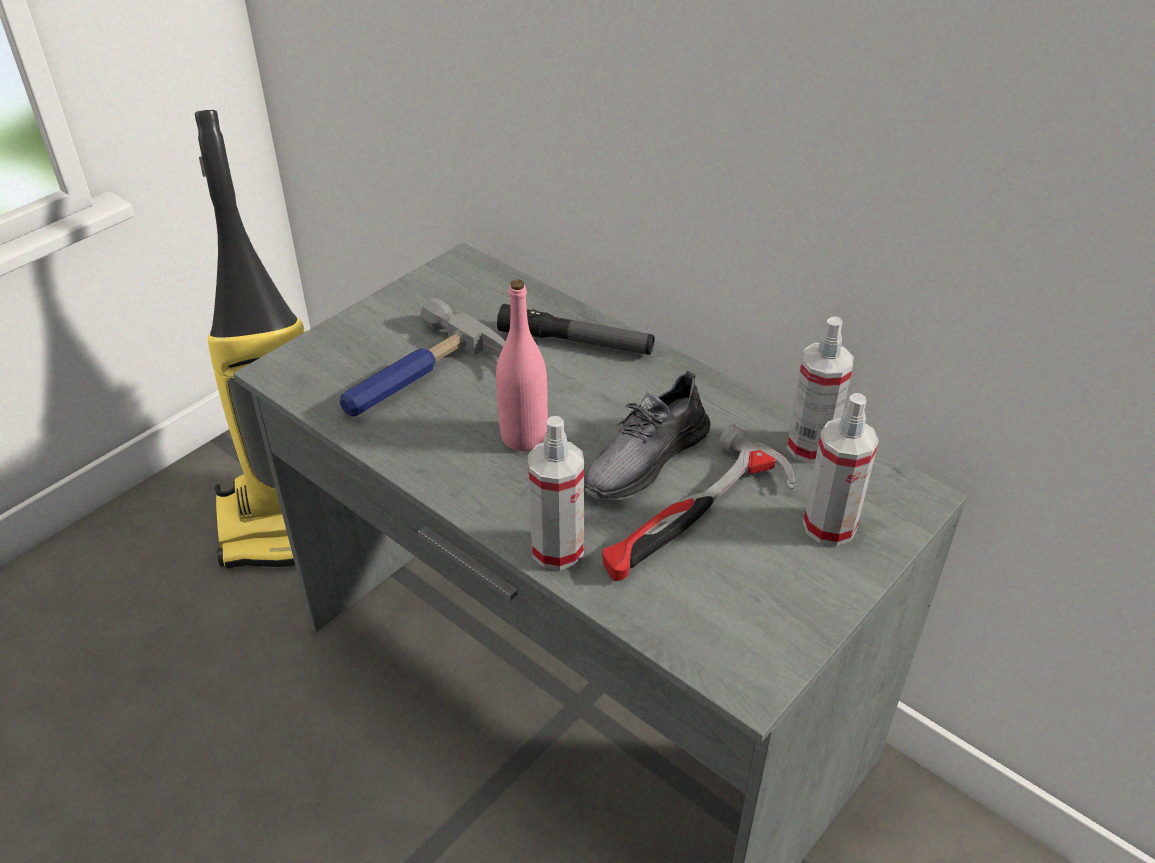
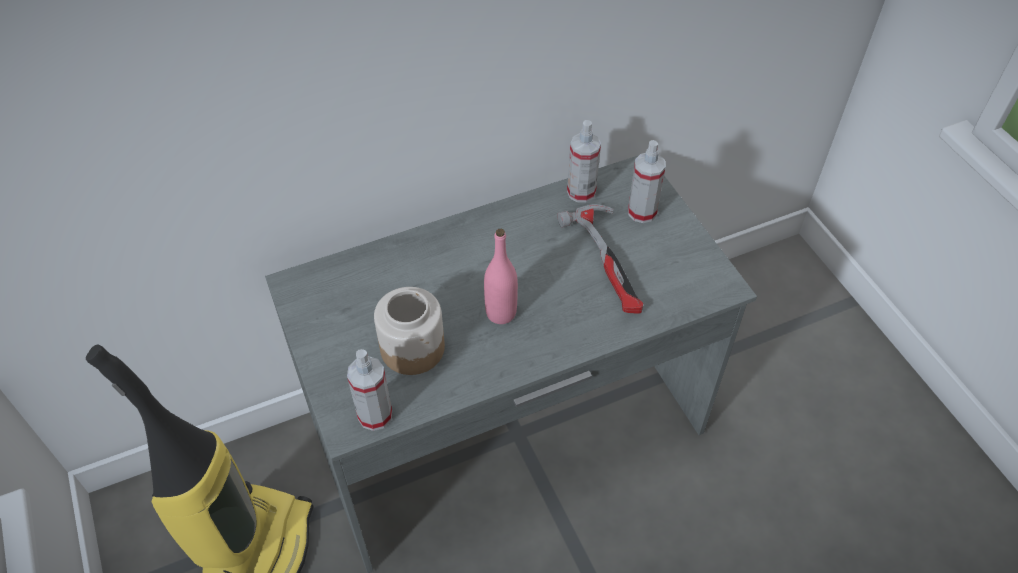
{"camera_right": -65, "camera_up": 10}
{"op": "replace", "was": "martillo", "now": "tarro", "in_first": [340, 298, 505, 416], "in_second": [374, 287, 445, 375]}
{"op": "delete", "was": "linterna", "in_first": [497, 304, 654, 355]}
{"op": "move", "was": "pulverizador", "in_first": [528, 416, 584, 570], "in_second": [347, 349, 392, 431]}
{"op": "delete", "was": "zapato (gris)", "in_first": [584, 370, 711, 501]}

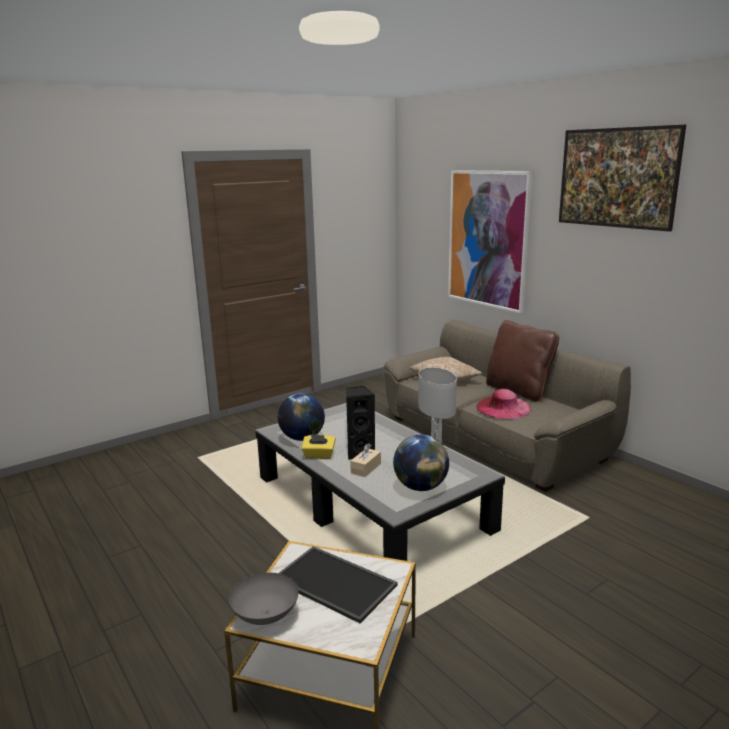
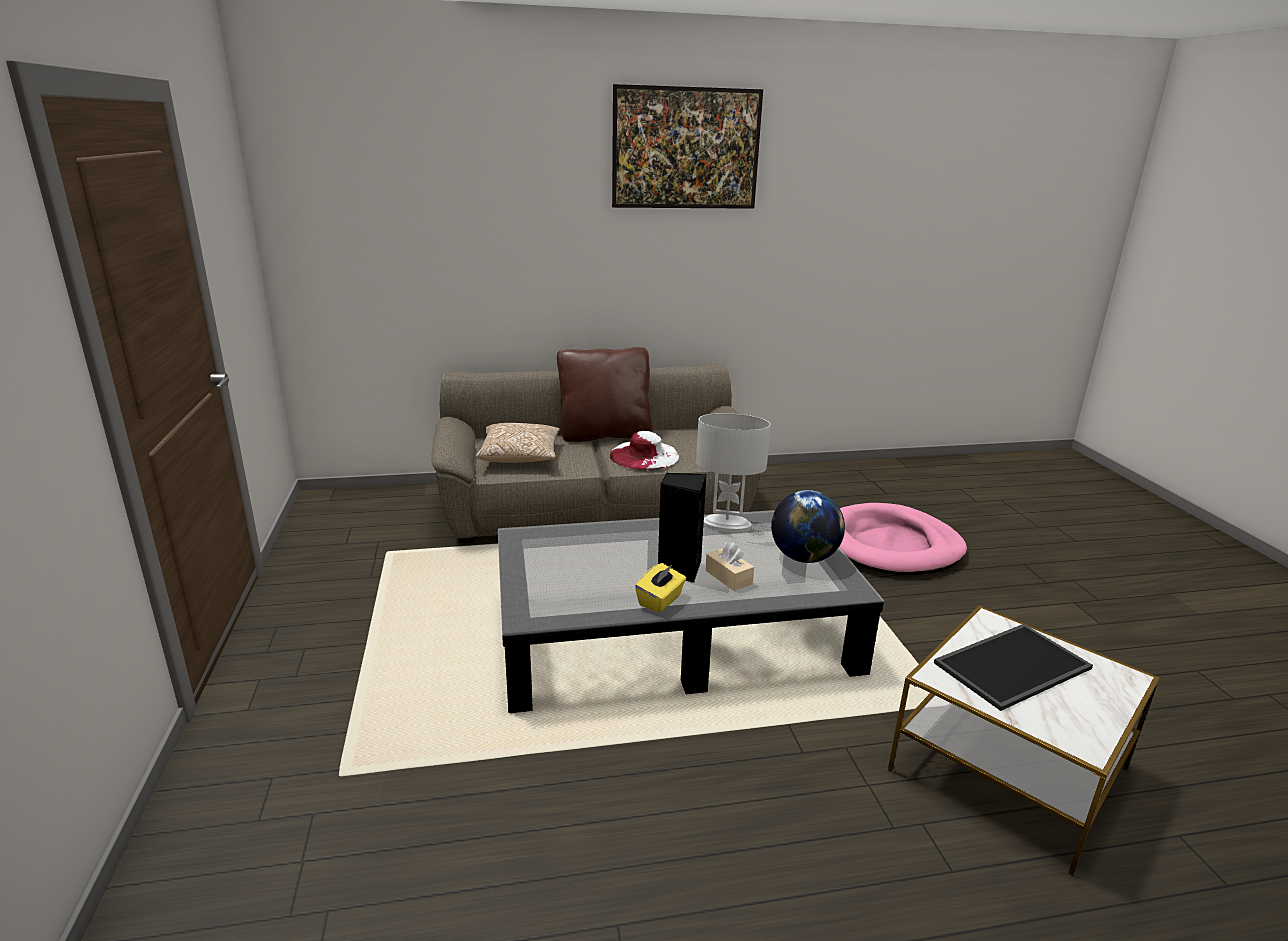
{"camera_right": -65, "camera_up": 5}
{"op": "delete", "was": "cuenco (gris)", "in_first": [229, 573, 299, 625]}
{"op": "delete", "was": "globo terráqueo", "in_first": [278, 393, 325, 441]}
{"op": "delete", "was": "cuadro", "in_first": [448, 170, 532, 313]}
{"op": "recolor", "was": "sombrero (rosa)", "now": "sombrero (blanco)", "in_first": [476, 389, 531, 419], "in_second": [610, 431, 679, 470]}
{"op": "insert", "now": "cama para perro (rosa)", "in_second": [839, 503, 967, 575]}

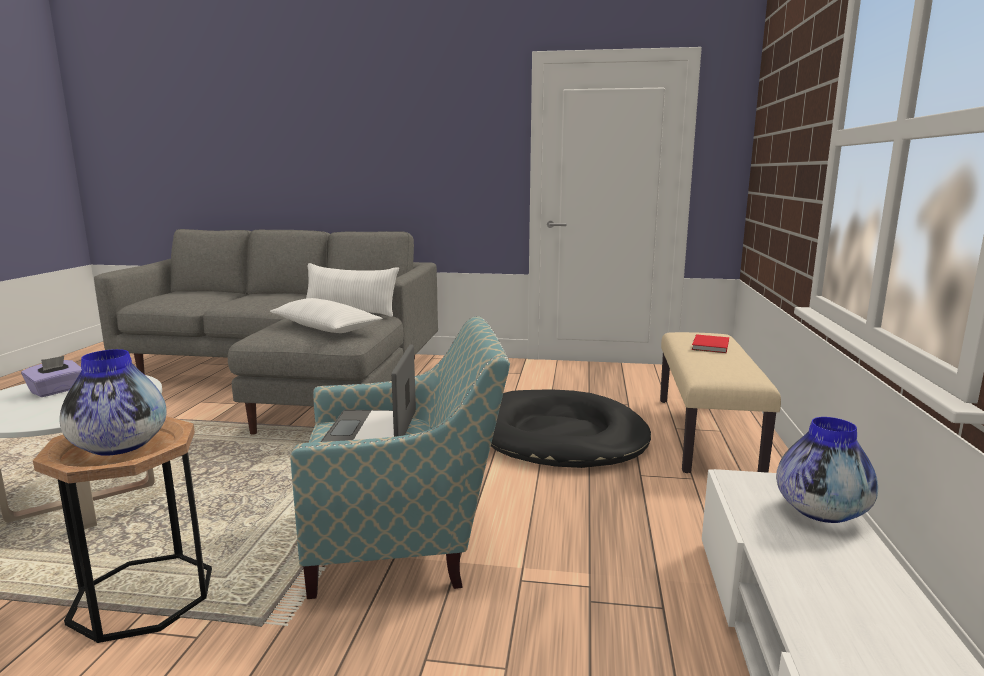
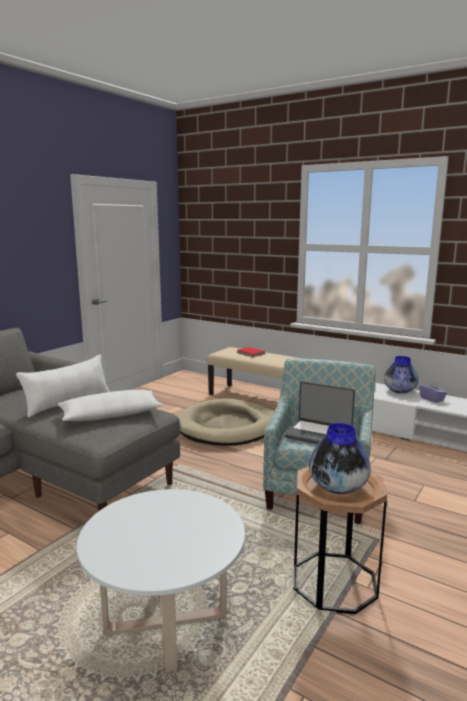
{"camera_right": -65, "camera_up": 0}
{"op": "move", "was": "caja de pañuelos (morado)", "in_first": [21, 356, 82, 397], "in_second": [419, 381, 447, 403]}
{"op": "recolor", "was": "cama para perro (negro)", "now": "cama para perro (beis)", "in_first": [491, 389, 651, 468], "in_second": [176, 398, 274, 446]}

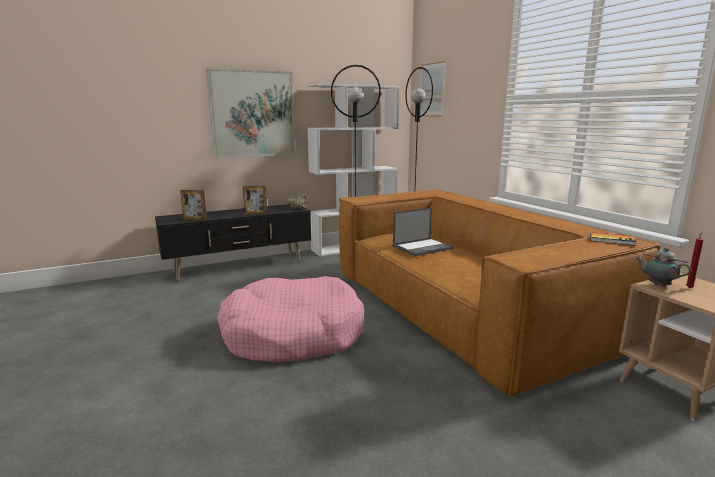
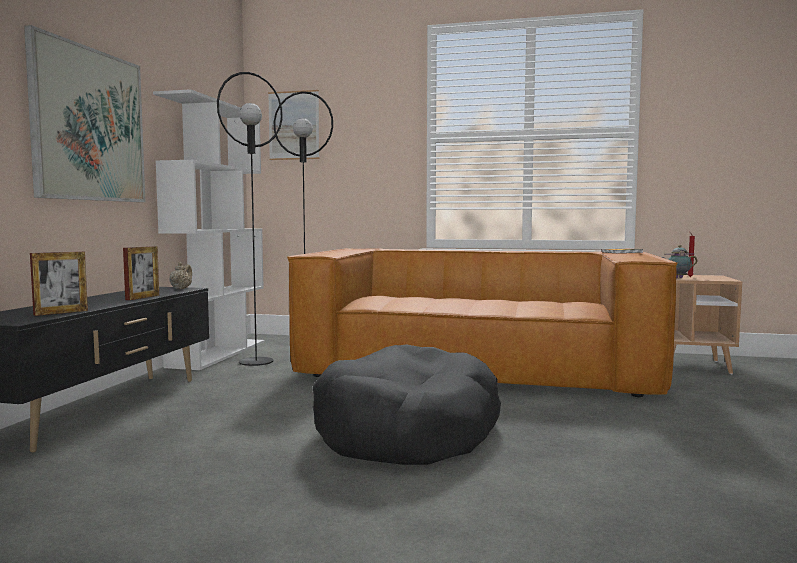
{"camera_right": -50, "camera_up": -10}
{"op": "recolor", "was": "cama para perro (rosa)", "now": "cama para perro (negro)", "in_first": [217, 276, 364, 363], "in_second": [313, 344, 501, 465]}
{"op": "delete", "was": "portátil", "in_first": [393, 207, 454, 256]}

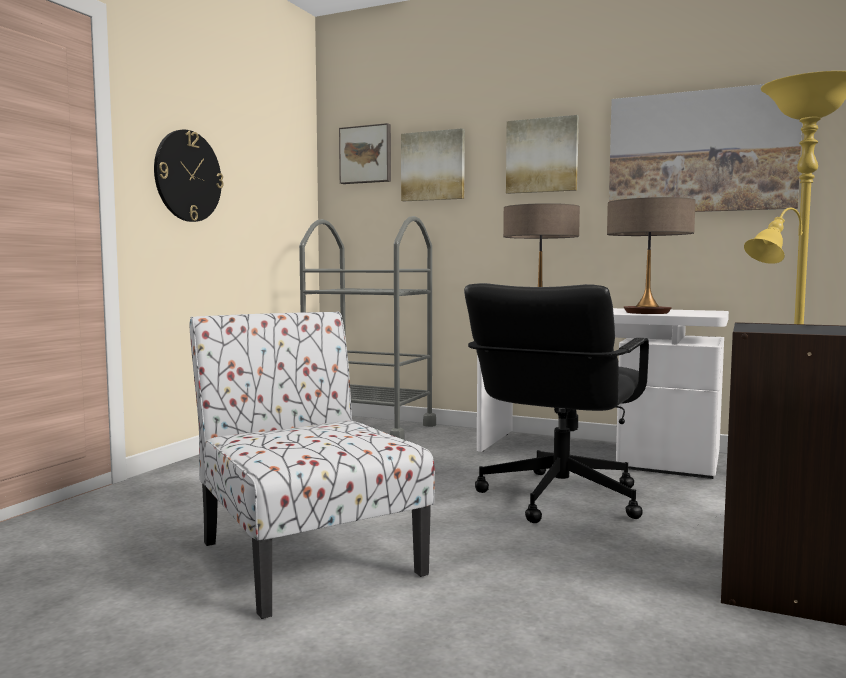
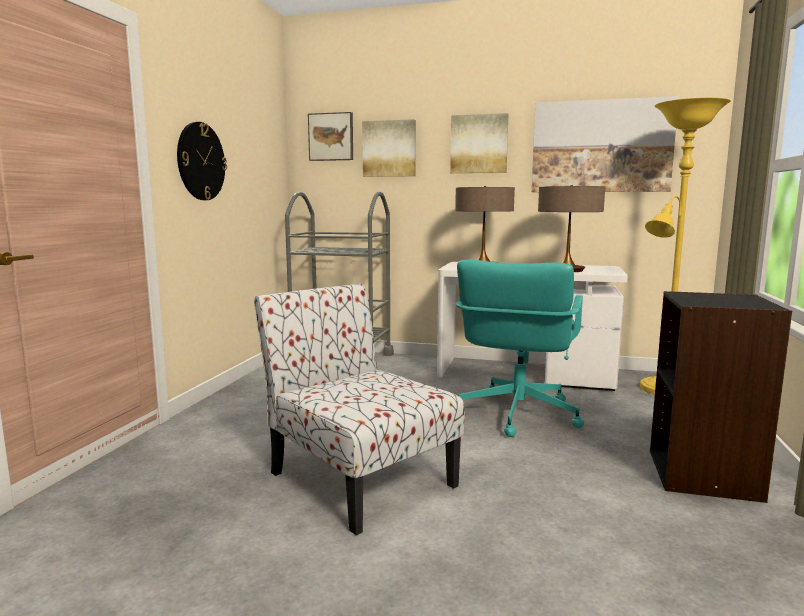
{"camera_right": -10, "camera_up": 5}
{"op": "recolor", "was": "silla de oficina (negro)", "now": "silla de oficina (turquesa)", "in_first": [464, 283, 649, 523], "in_second": [456, 260, 584, 437]}

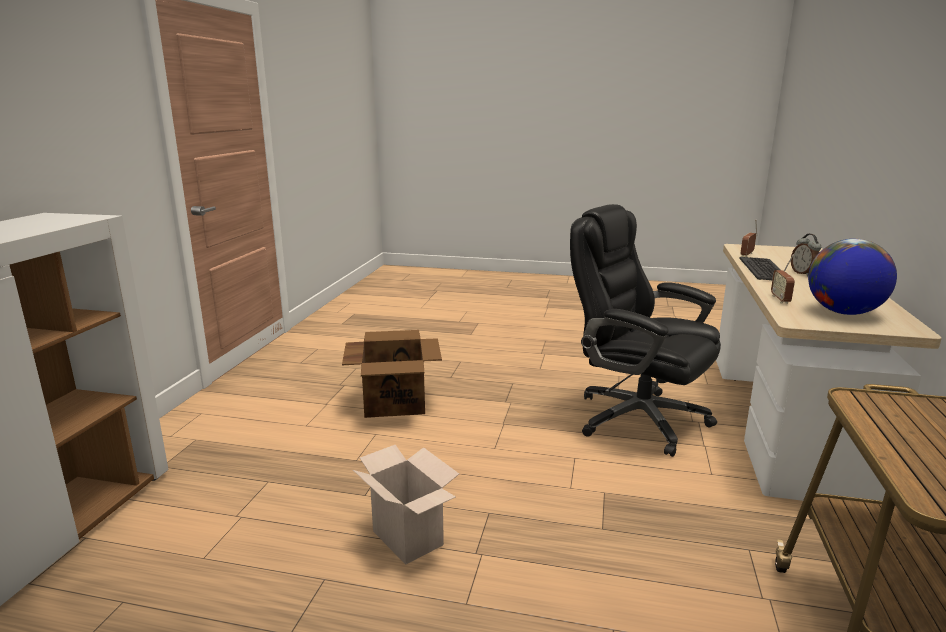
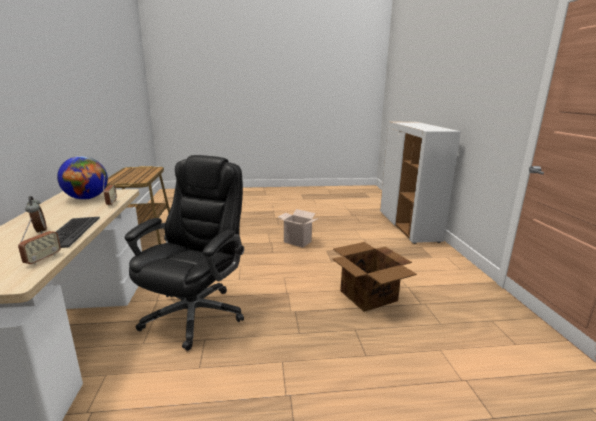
{"camera_right": 160, "camera_up": 0}
{"op": "rotate", "was": "silla de oficina (negro)", "in_first": [570, 204, 721, 457], "in_second": [125, 155, 244, 351], "clockwise": -90}

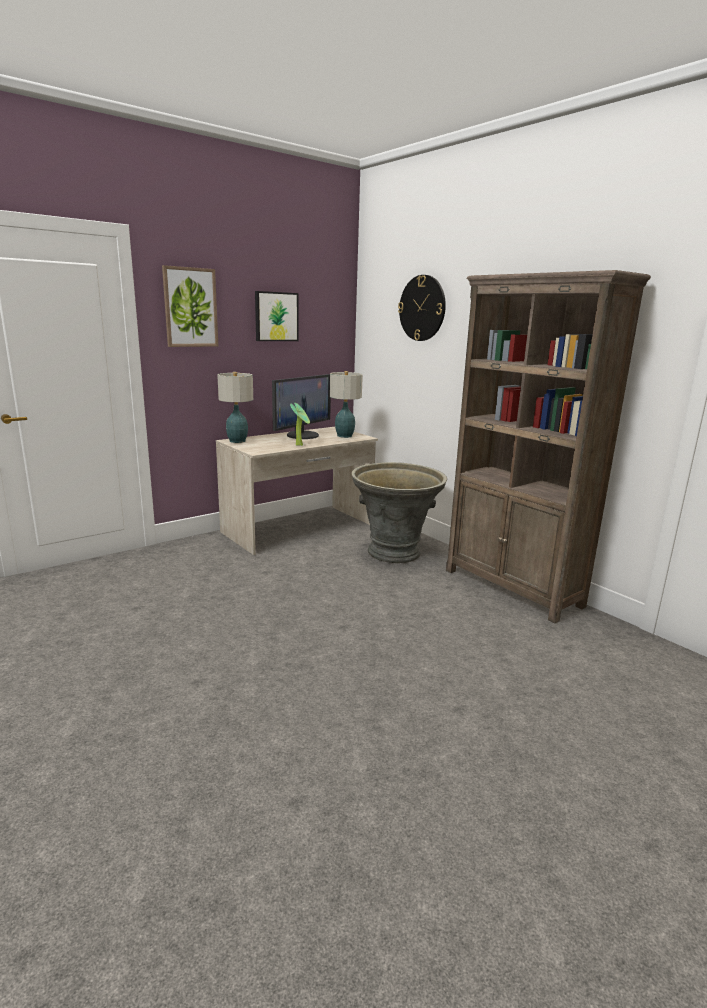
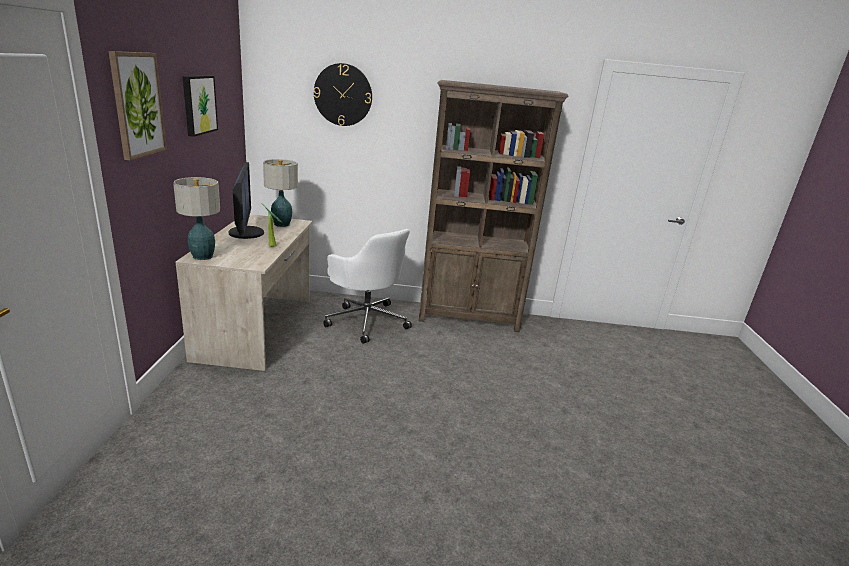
{"camera_right": -50, "camera_up": 5}
{"op": "replace", "was": "maceta (gris)", "now": "silla de oficina (blanco)", "in_first": [351, 462, 447, 563], "in_second": [323, 229, 412, 344]}

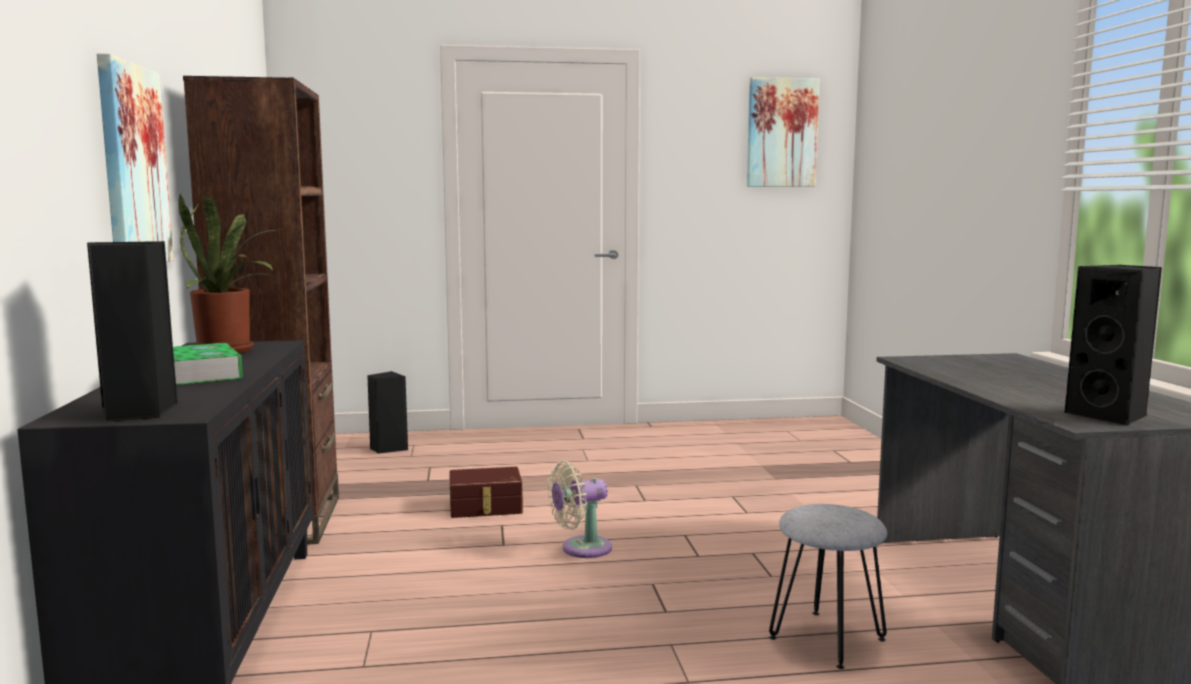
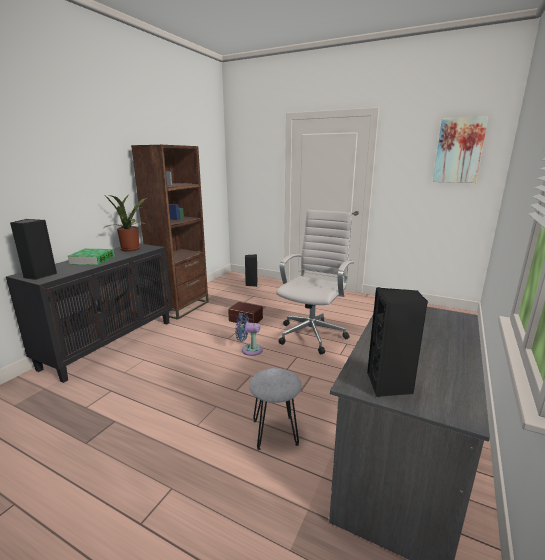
{"camera_right": 35, "camera_up": 10}
{"op": "delete", "was": "cuadro", "in_first": [97, 53, 174, 262]}
{"op": "recolor", "was": "ventilador (beis)", "now": "ventilador (azul)", "in_first": [548, 461, 612, 558], "in_second": [235, 313, 263, 356]}
{"op": "insert", "now": "silla de oficina (blanco)", "in_second": [276, 210, 354, 354]}

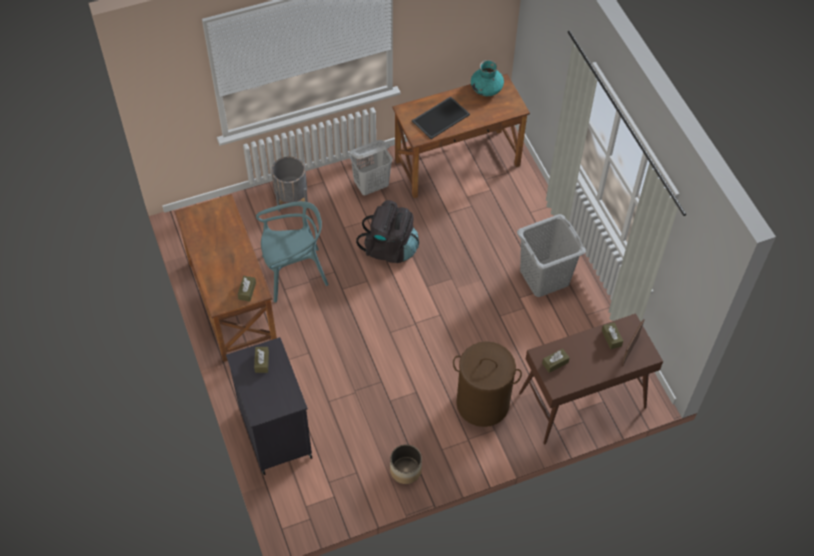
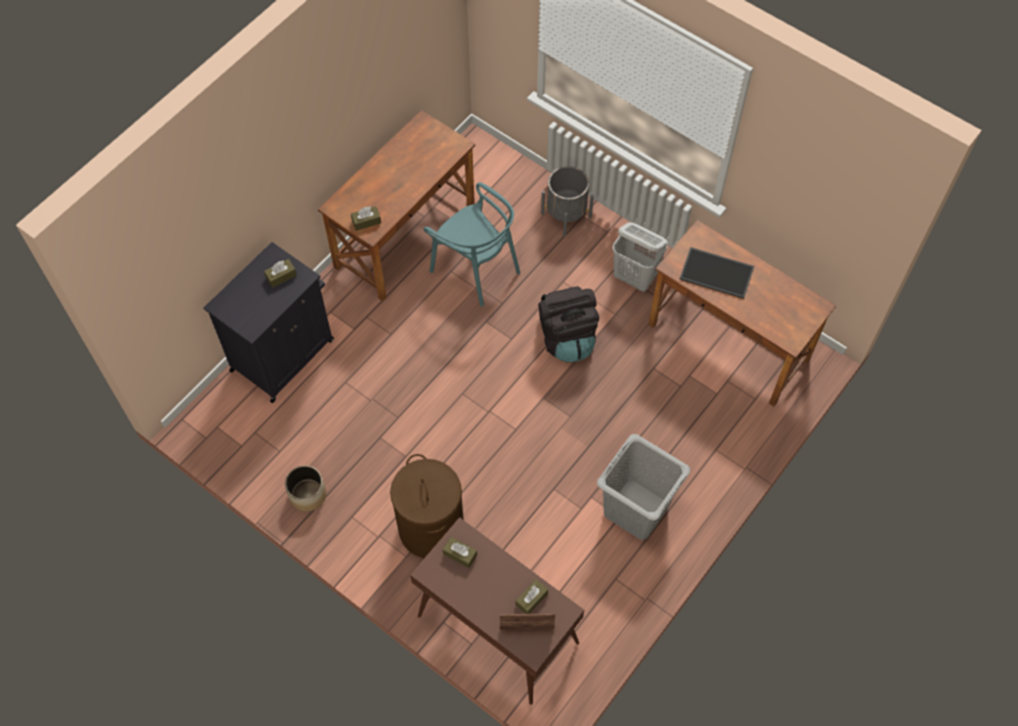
{"camera_right": 60, "camera_up": 5}
{"op": "delete", "was": "florero (turquesa)", "in_first": [471, 60, 504, 96]}

